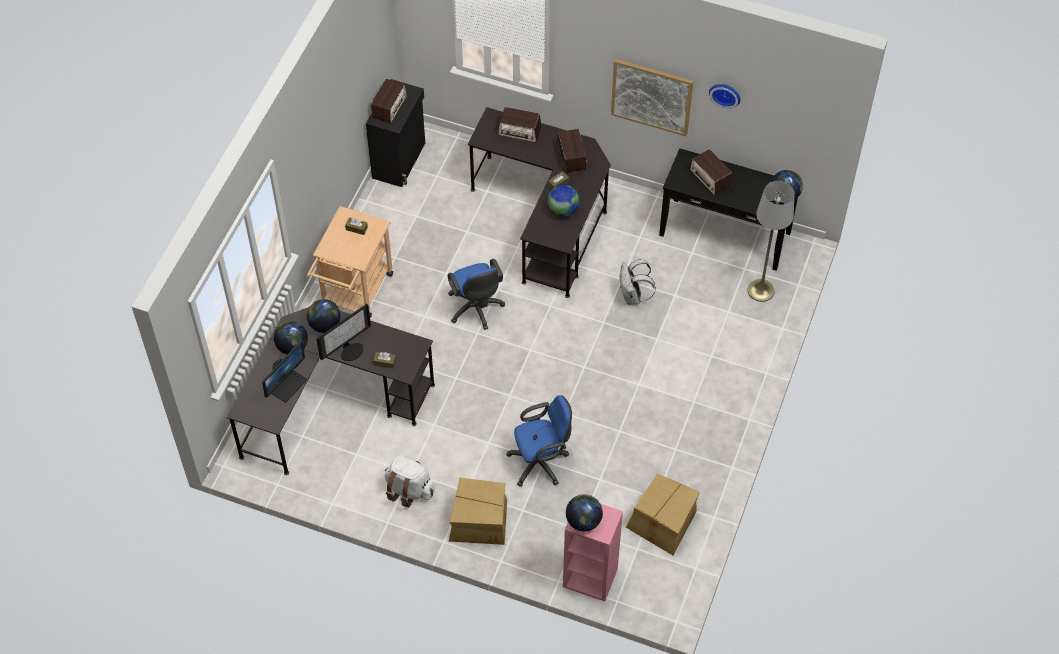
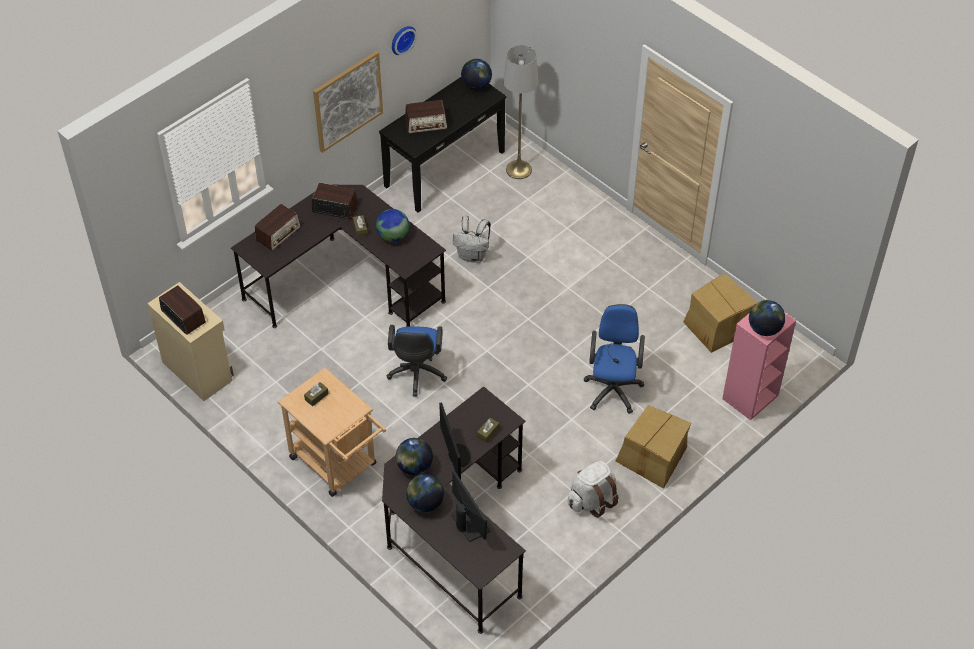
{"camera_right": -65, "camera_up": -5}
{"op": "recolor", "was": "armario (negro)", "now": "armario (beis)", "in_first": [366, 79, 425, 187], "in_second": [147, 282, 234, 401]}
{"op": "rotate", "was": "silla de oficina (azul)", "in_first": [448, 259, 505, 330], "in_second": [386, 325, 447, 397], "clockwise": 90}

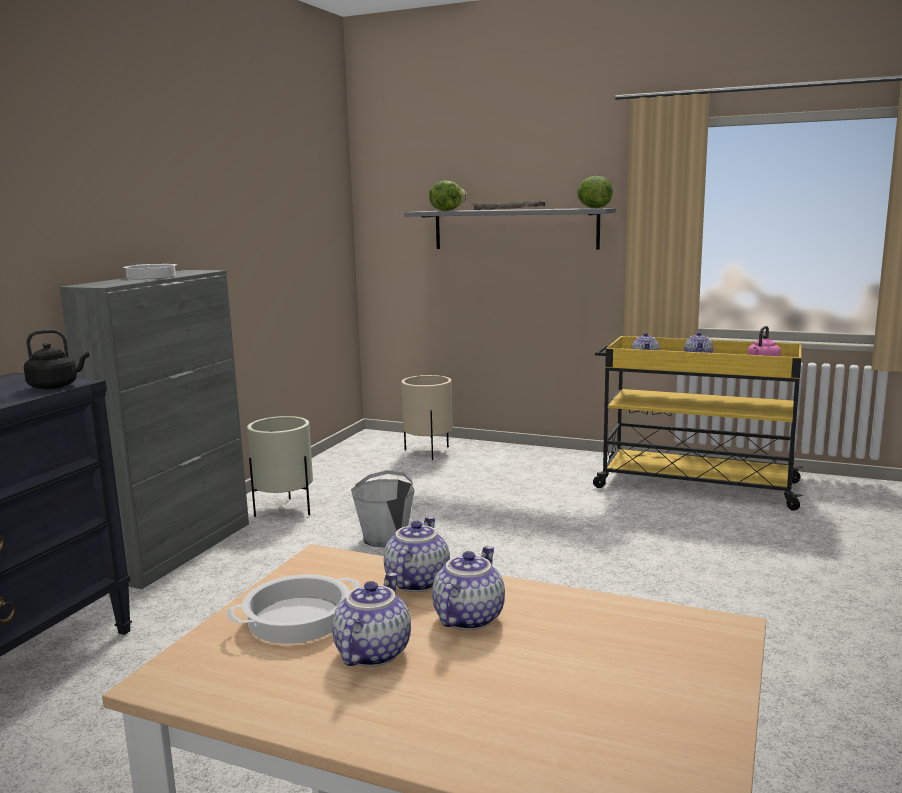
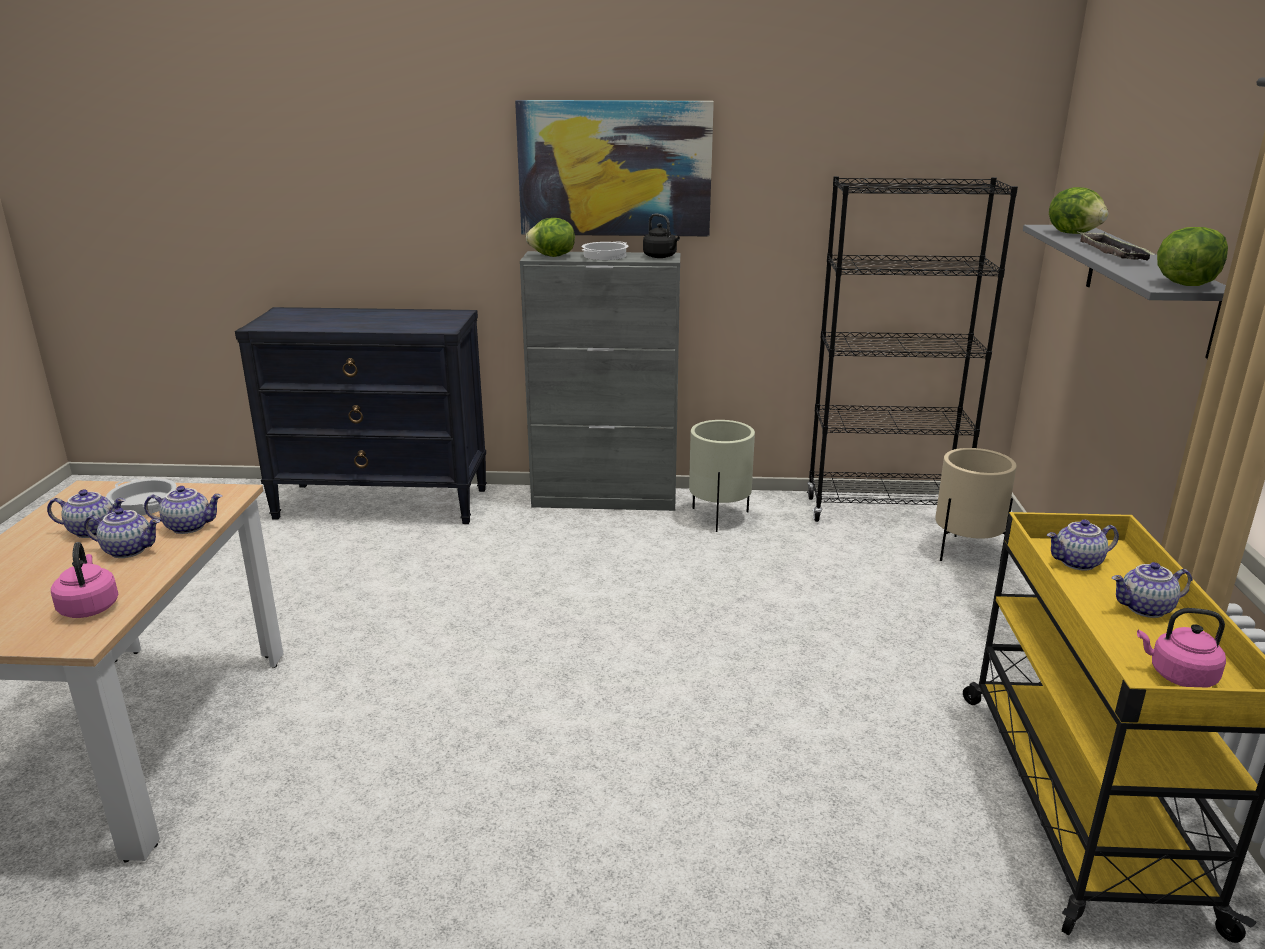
{"camera_right": 70, "camera_up": 10}
{"op": "move", "was": "hervidor (negro)", "in_first": [24, 330, 89, 389], "in_second": [643, 214, 680, 258]}
{"op": "delete", "was": "cubo (gris)", "in_first": [351, 470, 415, 548]}
{"op": "insert", "now": "hervidor (rosa)", "in_second": [51, 542, 118, 618]}
{"op": "insert", "now": "cuadro", "in_second": [515, 100, 714, 236]}
{"op": "insert", "now": "lechuga", "in_second": [526, 218, 575, 257]}
{"op": "insert", "now": "estantería (negro)", "in_second": [807, 176, 1018, 522]}

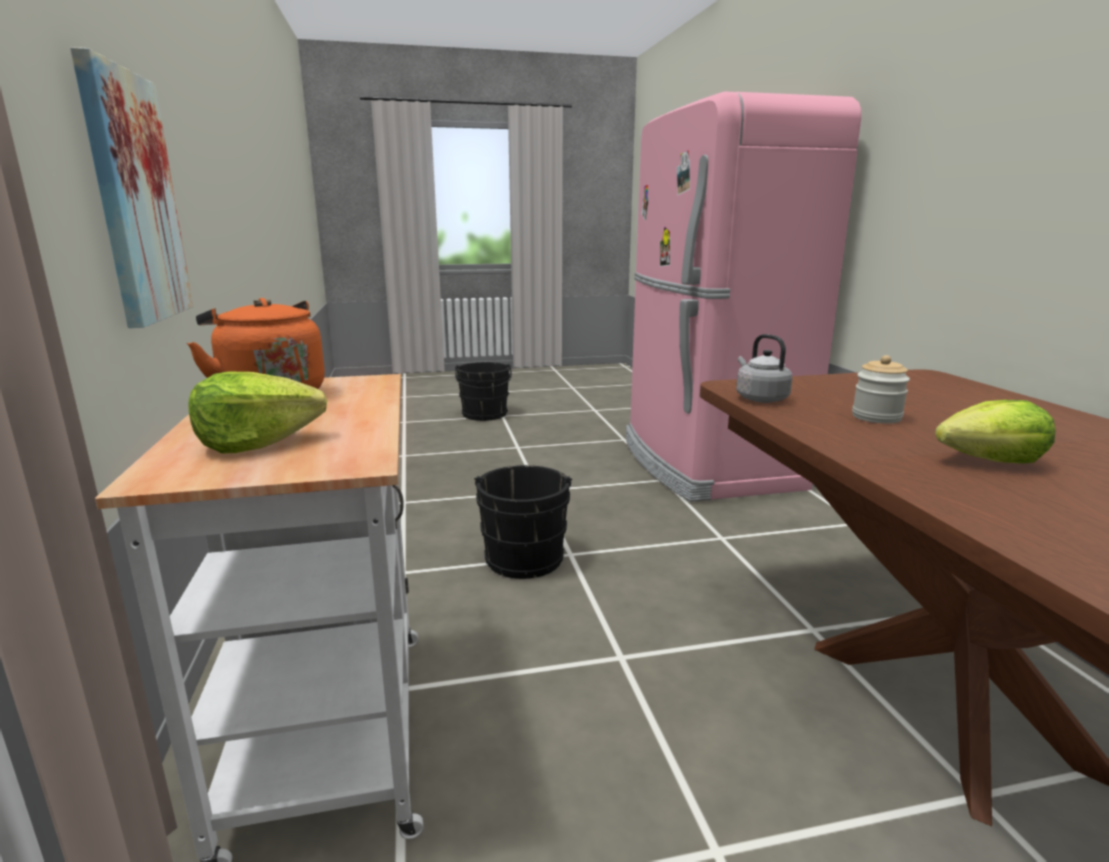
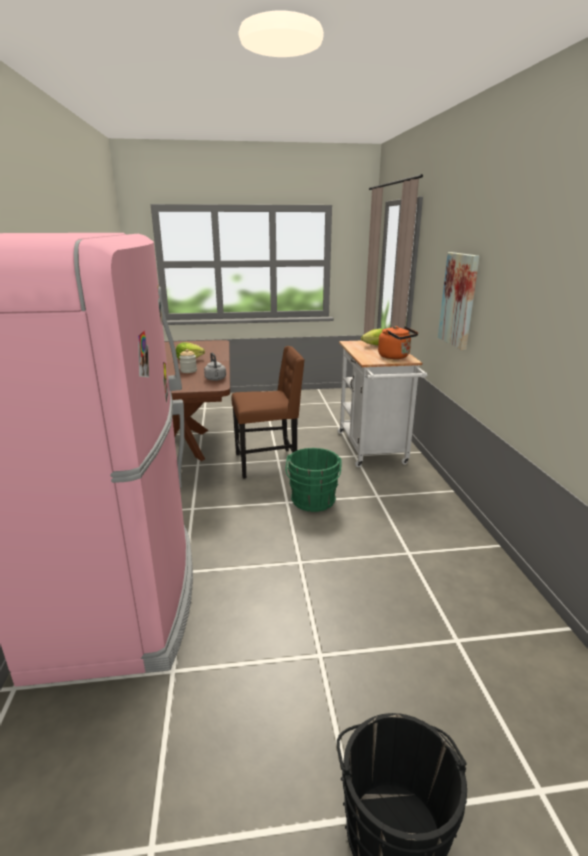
{"camera_right": -175, "camera_up": 5}
{"op": "recolor", "was": "cubo (negro)", "now": "cubo (verde)", "in_first": [474, 465, 572, 579], "in_second": [286, 448, 342, 512]}
{"op": "insert", "now": "silla (marrón)", "in_second": [232, 346, 304, 478]}

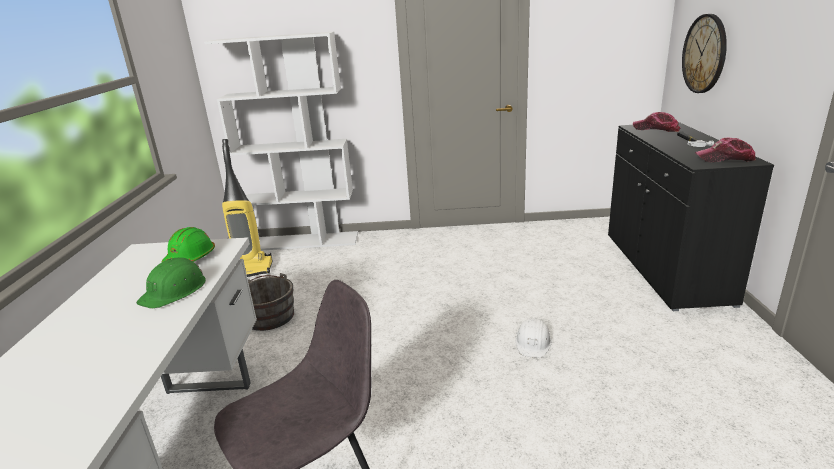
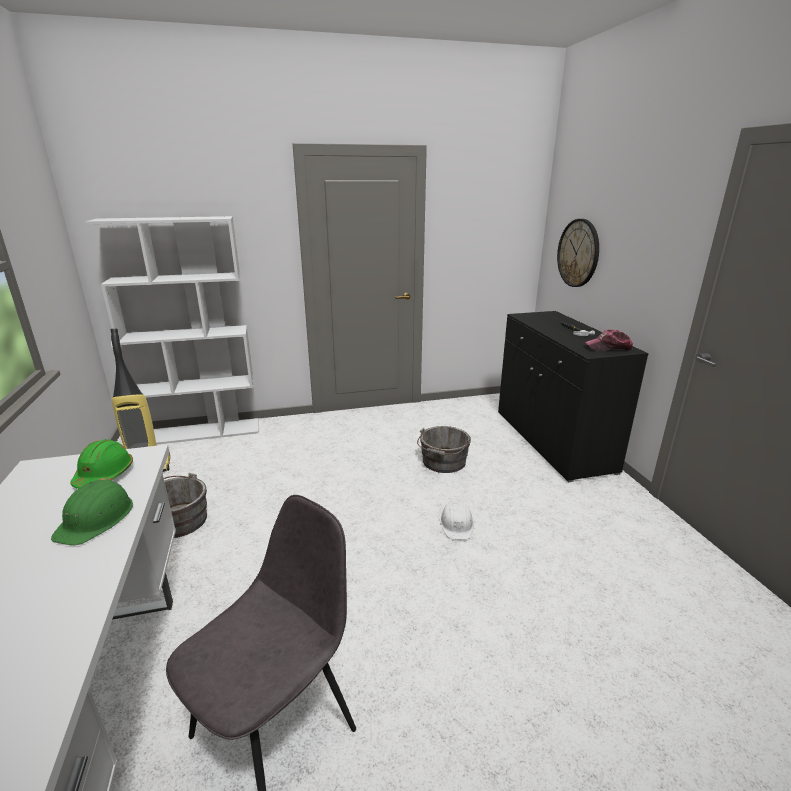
{"camera_right": -15, "camera_up": 0}
{"op": "delete", "was": "gorra", "in_first": [633, 112, 680, 132]}
{"op": "insert", "now": "cubo (gris)", "in_second": [417, 426, 471, 473]}

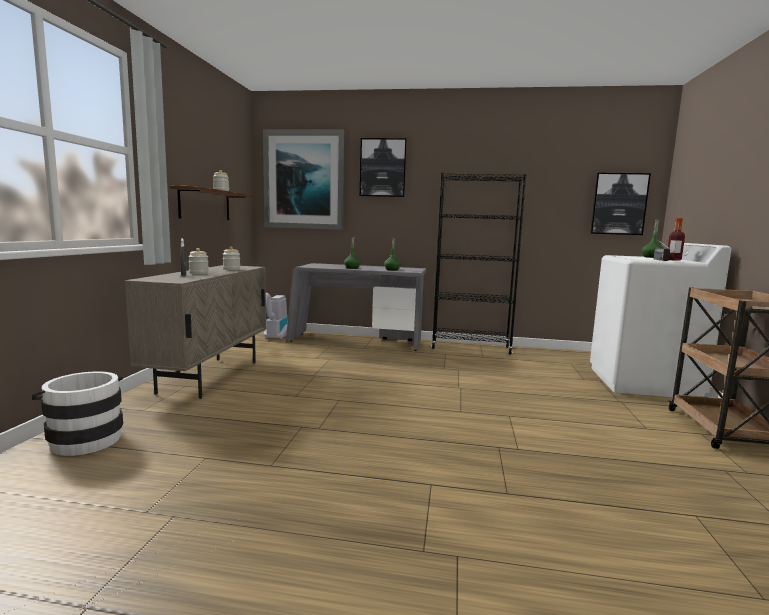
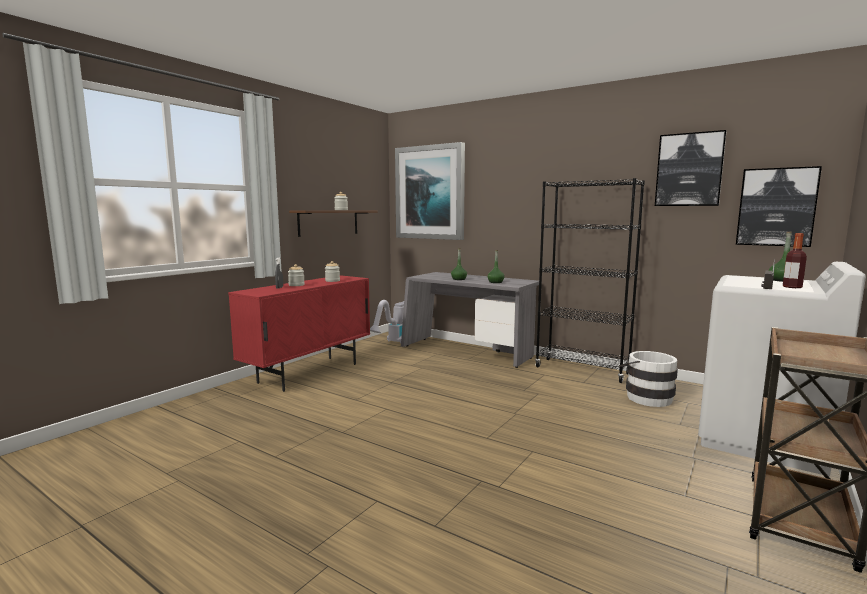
{"camera_right": 25, "camera_up": 0}
{"op": "move", "was": "cubo (blanco)", "in_first": [32, 371, 123, 456], "in_second": [619, 351, 678, 407]}
{"op": "recolor", "was": "armario (beis)", "now": "armario (rojo)", "in_first": [125, 265, 266, 399], "in_second": [228, 275, 370, 392]}
{"op": "move", "was": "cuadro", "in_first": [360, 138, 407, 197], "in_second": [655, 130, 727, 206]}

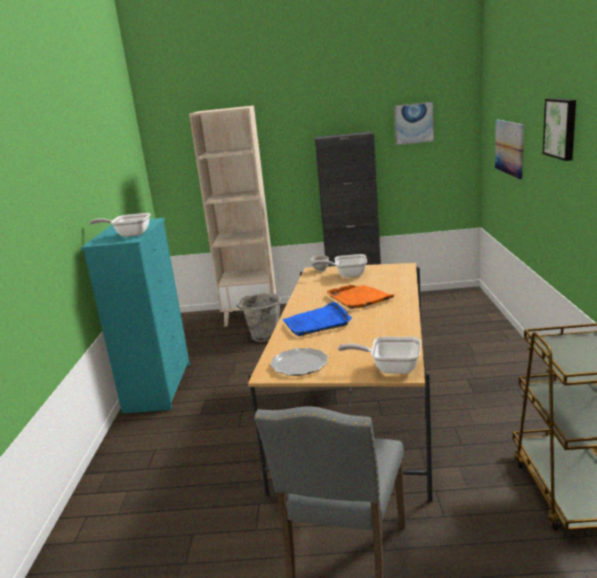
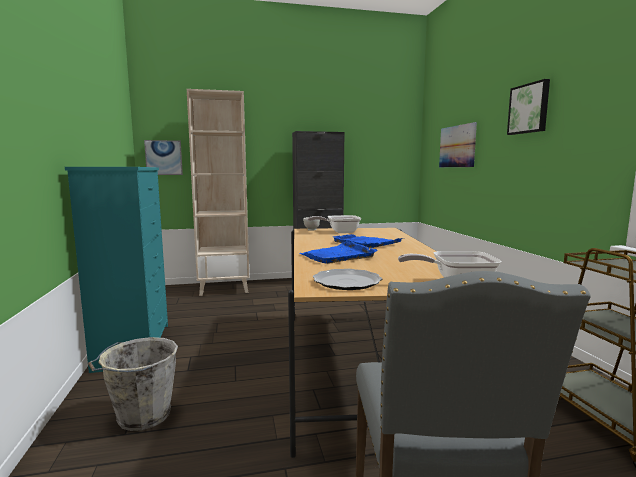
{"camera_right": -15, "camera_up": -10}
{"op": "delete", "was": "sartén", "in_first": [90, 213, 151, 237]}
{"op": "move", "was": "cubo (gris)", "in_first": [236, 293, 281, 342], "in_second": [88, 337, 178, 431]}
{"op": "recolor", "was": "bandeja (naranja)", "now": "bandeja (azul)", "in_first": [327, 285, 396, 309], "in_second": [333, 234, 404, 248]}
{"op": "move", "was": "cuadro", "in_first": [394, 102, 434, 145], "in_second": [144, 140, 183, 175]}

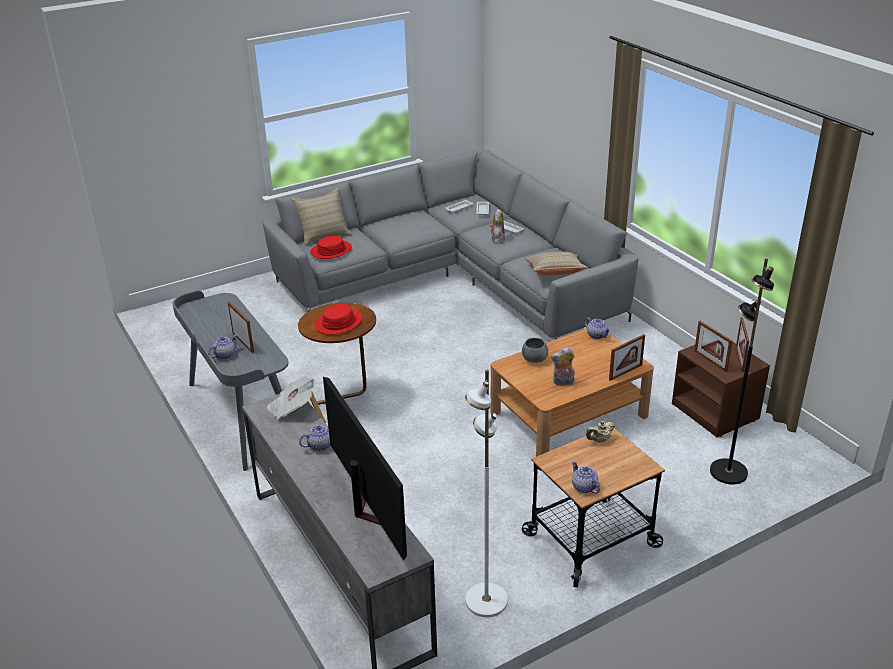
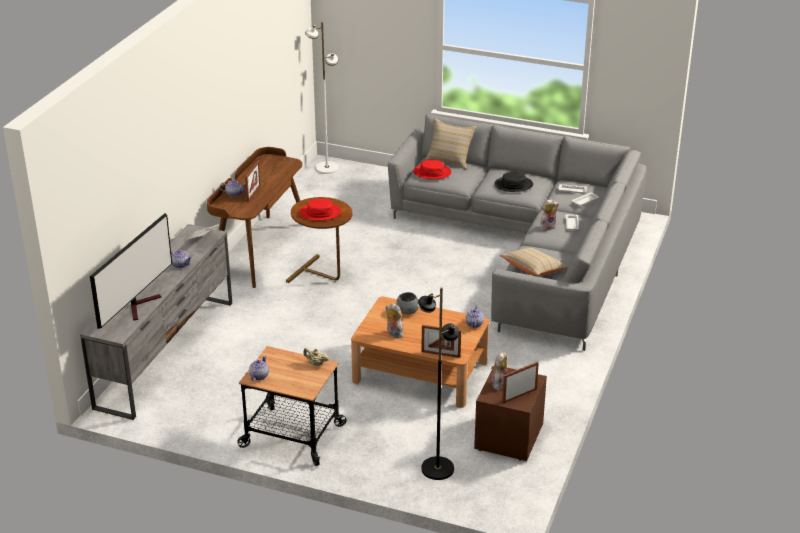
{"camera_right": 50, "camera_up": 0}
{"op": "recolor", "was": "escritorio (gris)", "now": "escritorio (marrón)", "in_first": [173, 290, 288, 471], "in_second": [207, 147, 302, 288]}
{"op": "move", "was": "lámpara de pie (blanco)", "in_first": [465, 370, 508, 617], "in_second": [305, 22, 339, 174]}
{"op": "replace", "was": "portarretratos", "now": "peluche", "in_first": [694, 321, 733, 372], "in_second": [491, 352, 508, 390]}
{"op": "insert", "now": "sombrero (negro)", "in_second": [494, 172, 533, 192]}

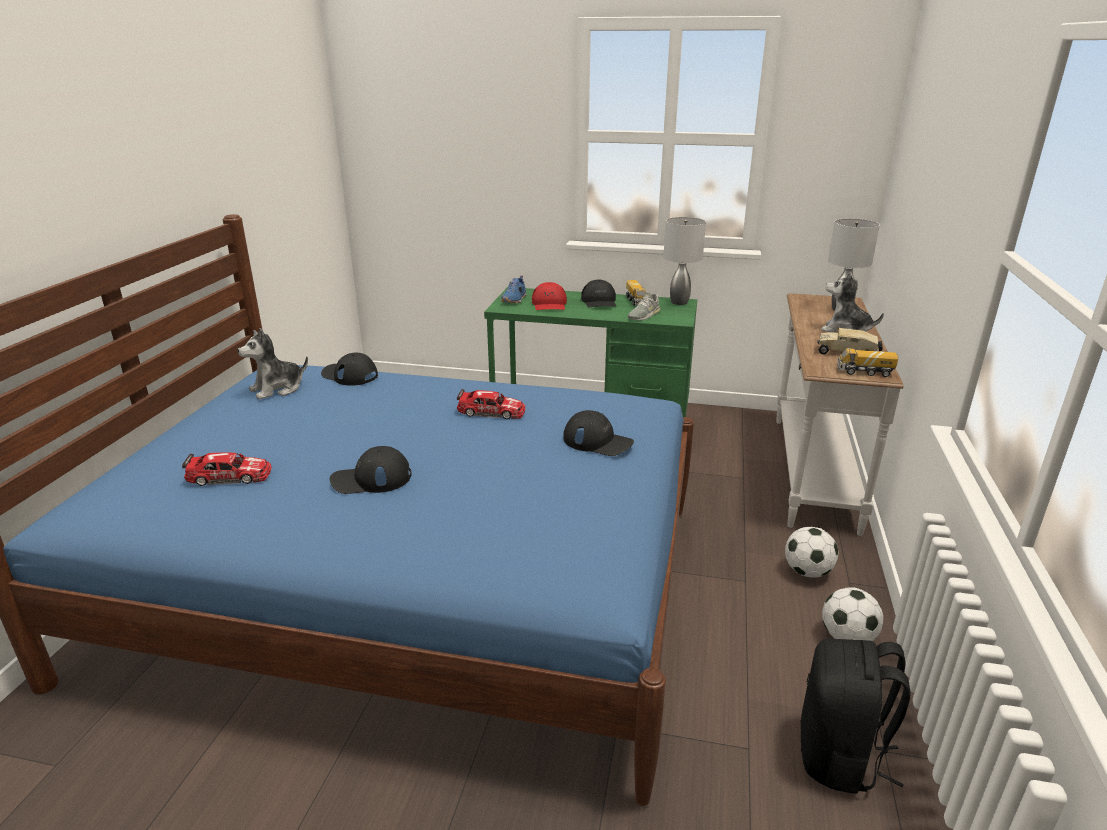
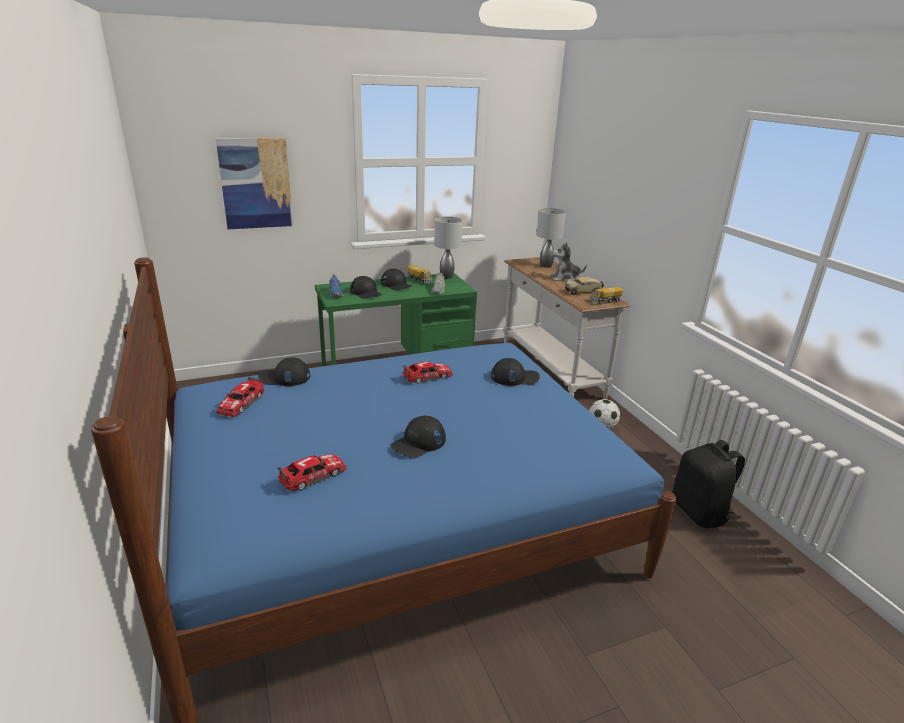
{"camera_right": -35, "camera_up": 0}
{"op": "replace", "was": "peluche", "now": "coche de juguete", "in_first": [237, 328, 308, 399], "in_second": [216, 377, 264, 417]}
{"op": "recolor", "was": "gorra (rojo)", "now": "gorra (negro)", "in_first": [532, 282, 567, 310], "in_second": [350, 276, 382, 299]}
{"op": "delete", "was": "balón de fútbol", "in_first": [822, 588, 883, 641]}
{"op": "insert", "now": "cuadro", "in_second": [216, 138, 293, 229]}

